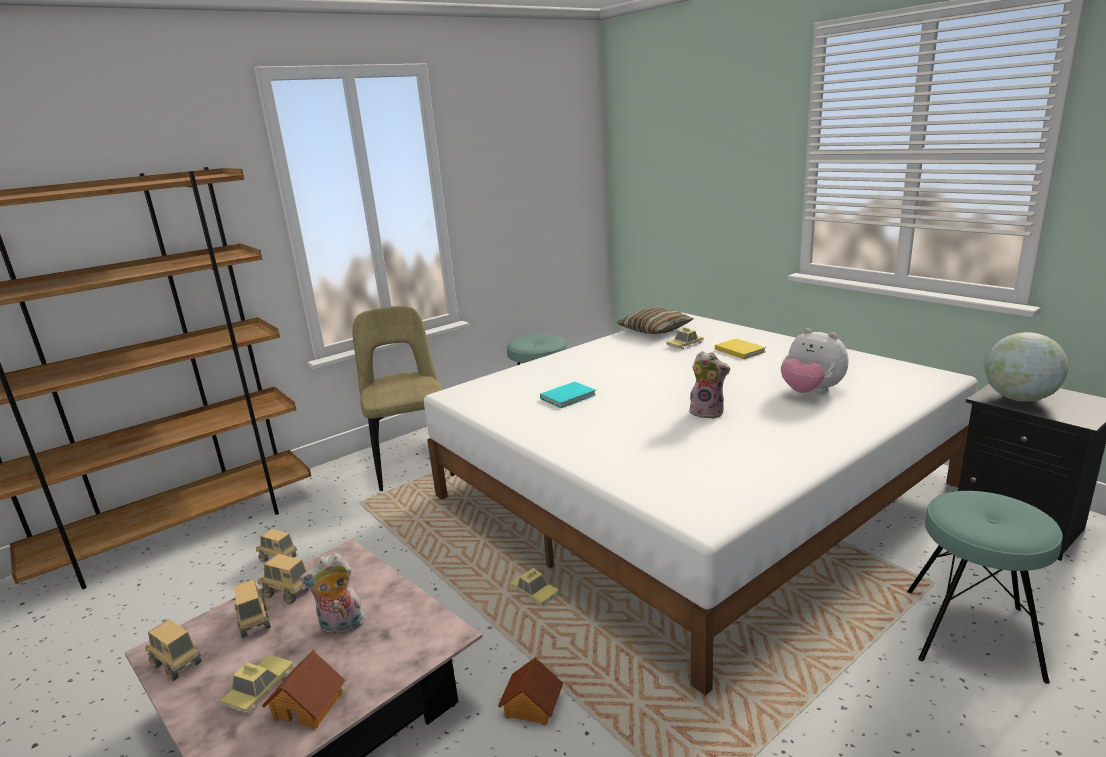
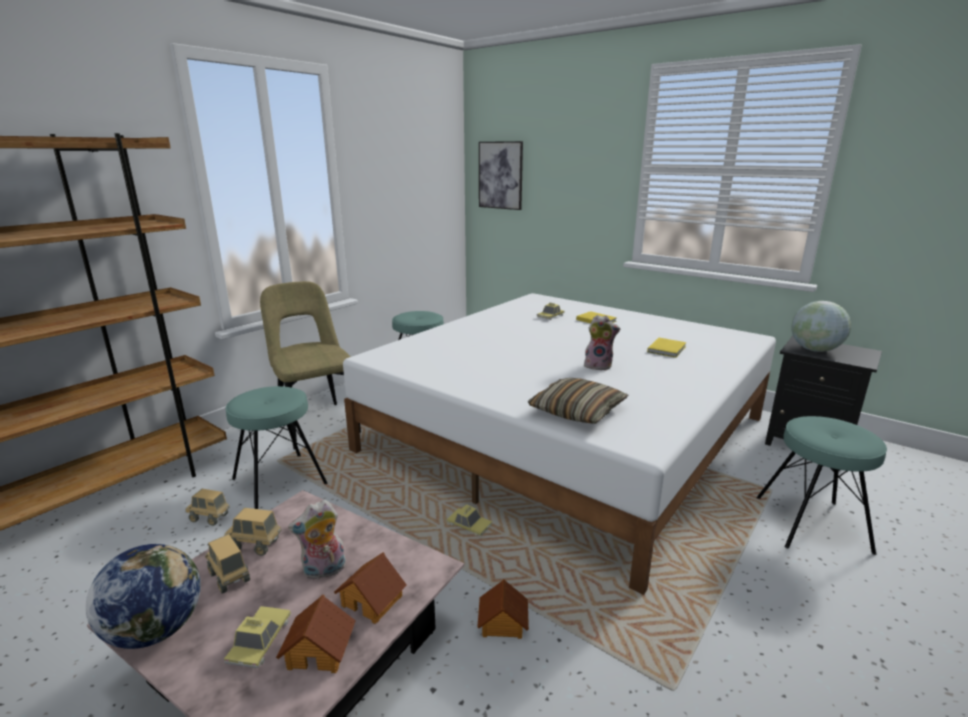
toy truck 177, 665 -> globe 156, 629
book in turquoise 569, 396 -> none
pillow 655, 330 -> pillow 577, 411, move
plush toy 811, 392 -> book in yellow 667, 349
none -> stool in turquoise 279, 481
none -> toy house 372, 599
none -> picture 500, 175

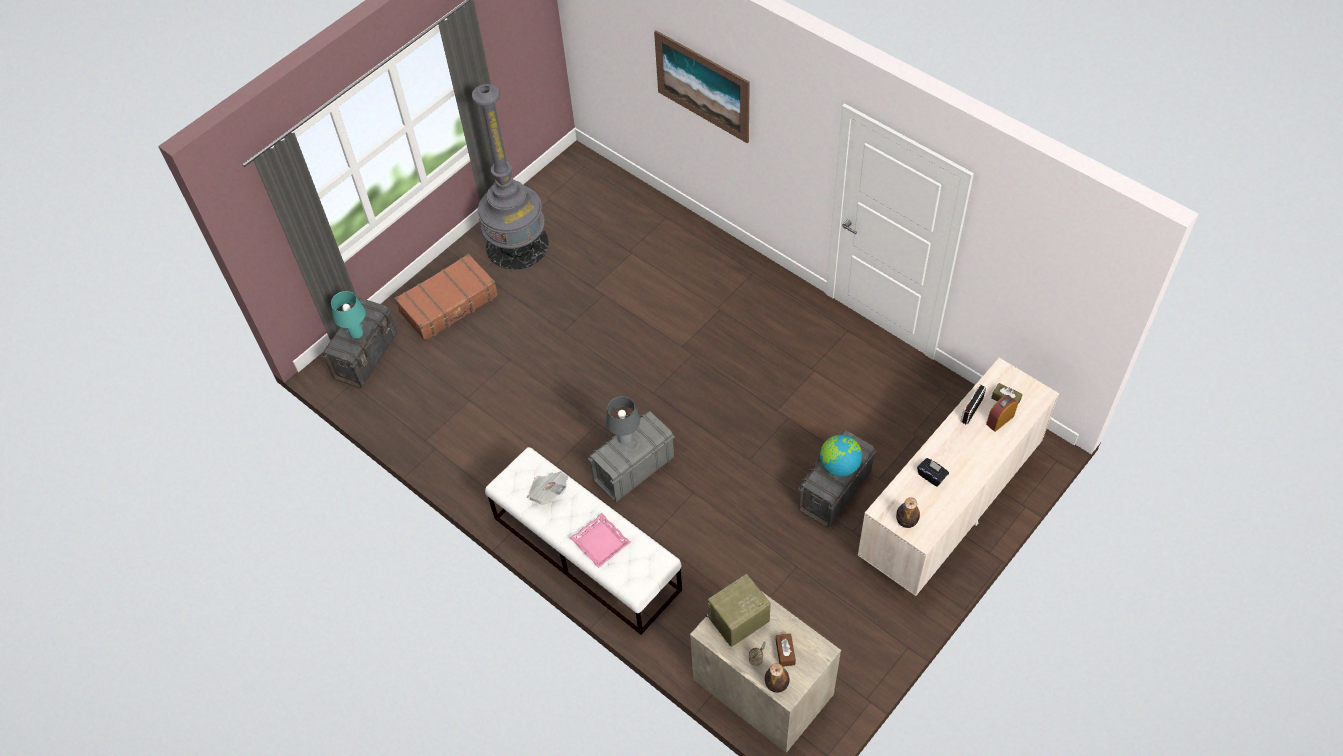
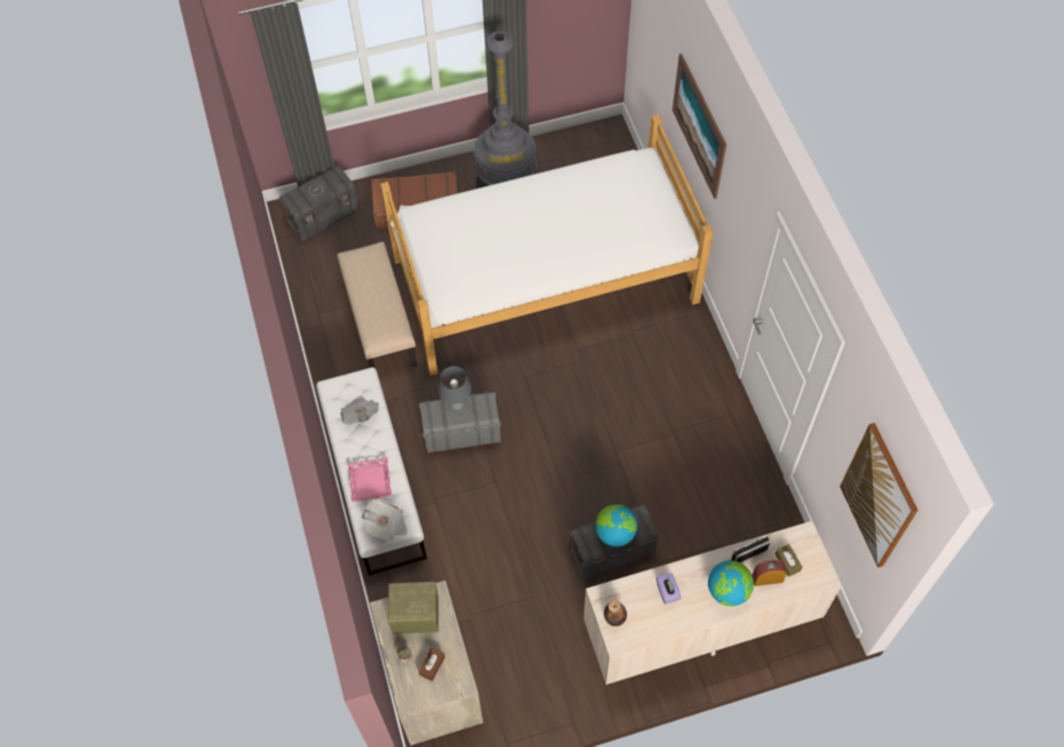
table lamp in turquoise 356, 334 -> none
bottle 776, 684 -> none
tissue box in black 931, 476 -> tissue box in purple 667, 592
none -> bench in beige 381, 323
none -> newspaper 386, 525
none -> bed 545, 280
none -> globe 728, 591
none -> picture 878, 496

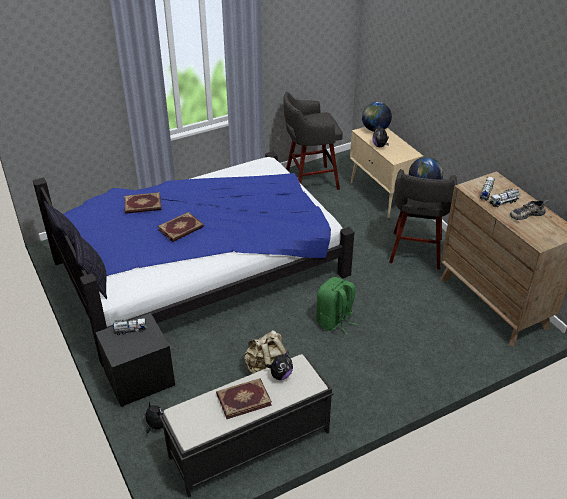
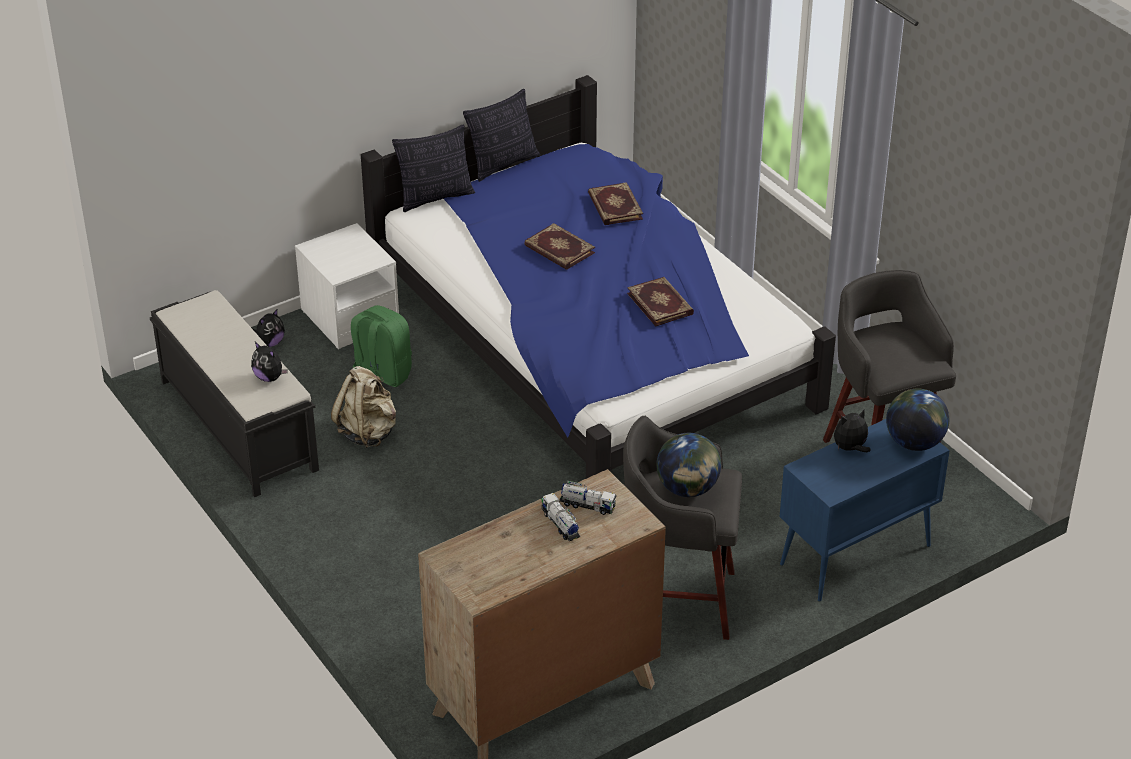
nightstand in black 139, 379 -> nightstand in white 350, 318
toy truck 130, 330 -> none
book 243, 399 -> book 661, 303, move
backpack in green 335, 321 -> backpack in green 380, 375, move
cabinet in beige 381, 196 -> cabinet in blue 854, 556
shoe 527, 214 -> none

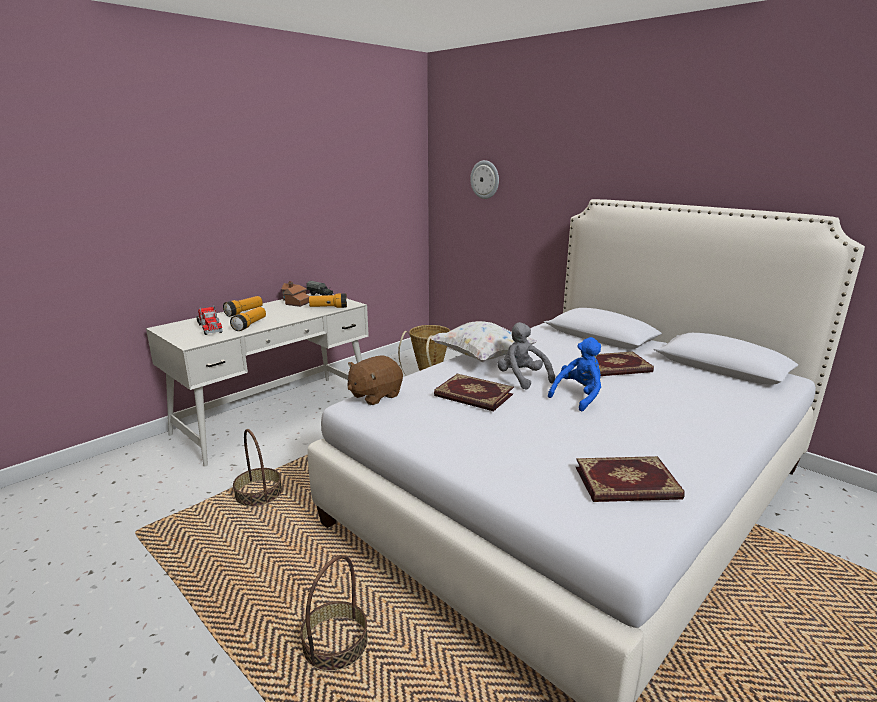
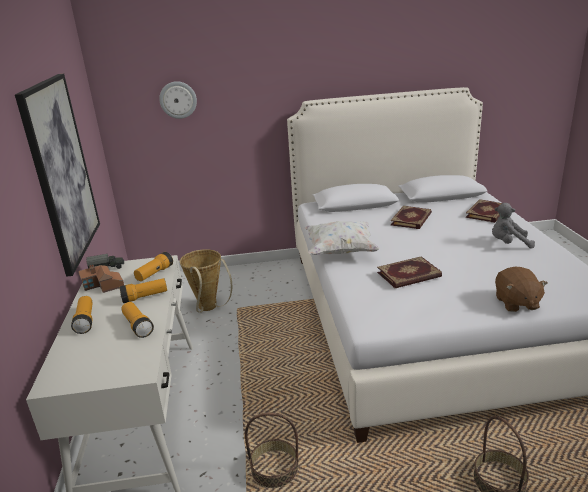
toy truck 209, 327 -> none
plush toy in brown 374, 395 -> plush toy in brown 516, 303, move
plush toy in grey 522, 378 -> plush toy in grey 508, 244, move
plush toy in blue 578, 396 -> none
book 627, 484 -> book 487, 213, move
none -> picture 61, 171
none -> flashlight 145, 297

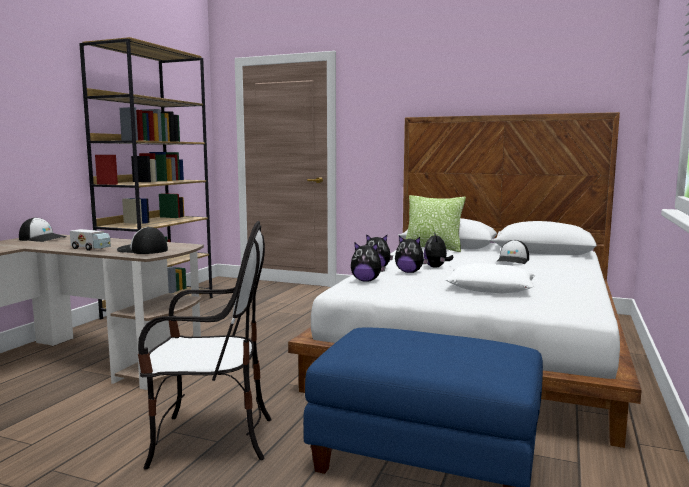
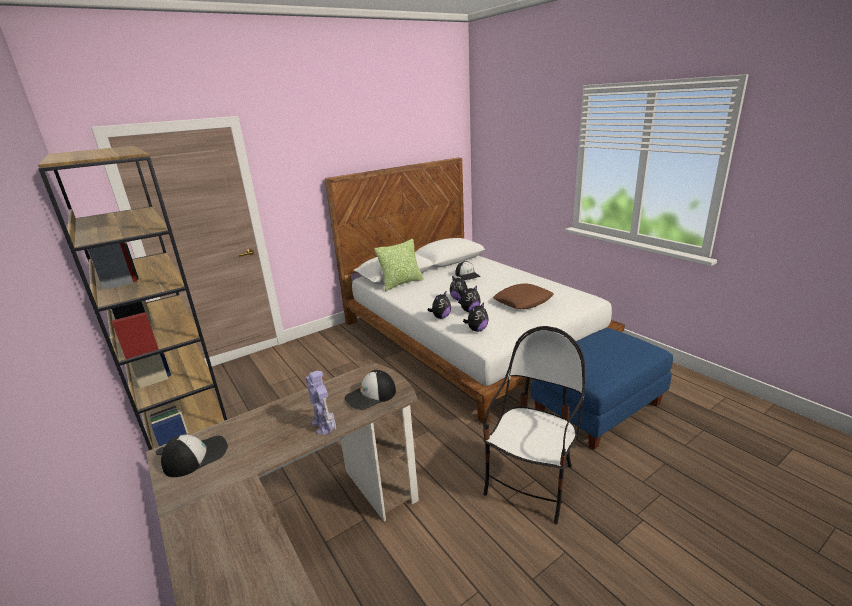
toy truck 91, 248 -> toy robot 323, 425
pillow in white 491, 287 -> pillow in brown 523, 301

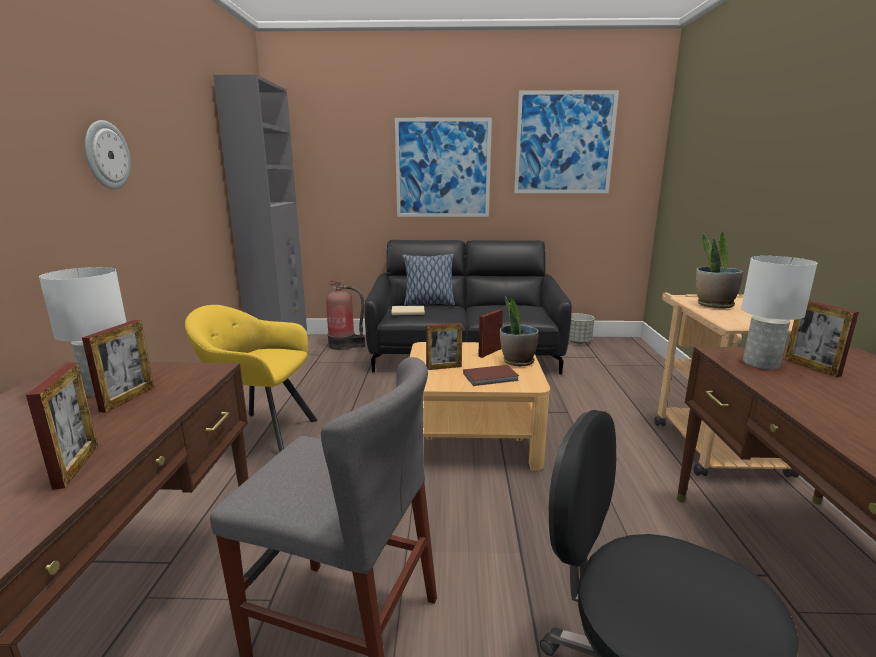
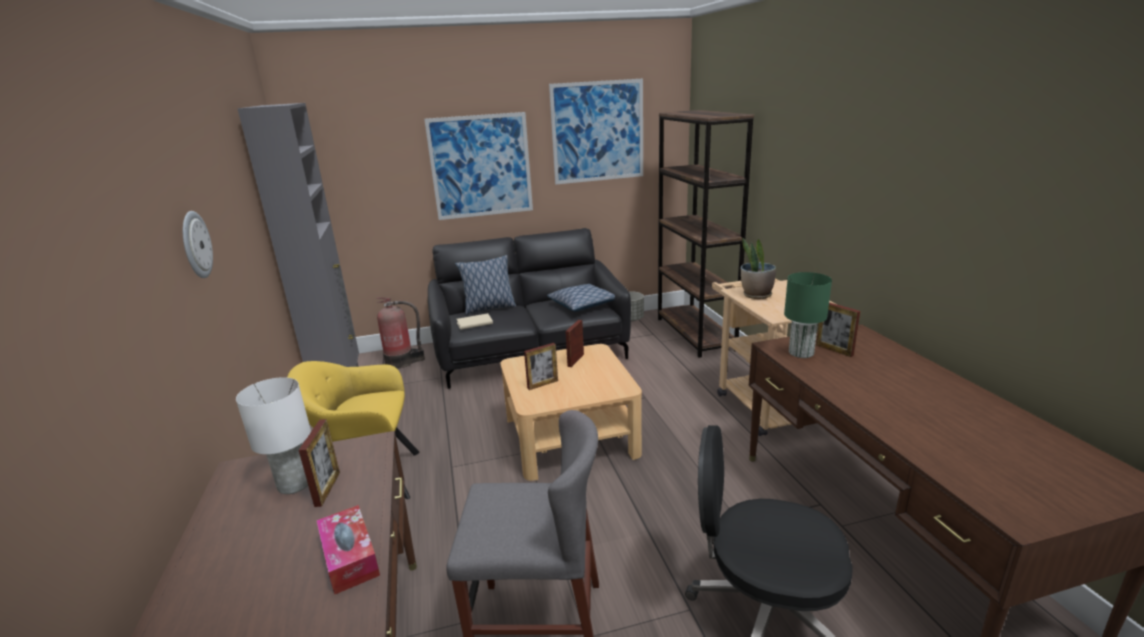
picture frame 76, 466 -> tissue box 350, 557
book in brown 491, 377 -> none
potted plant 517, 361 -> none
table lamp in white 759, 363 -> table lamp in green 800, 353
none -> pillow 582, 304
none -> bookcase in brown 695, 334

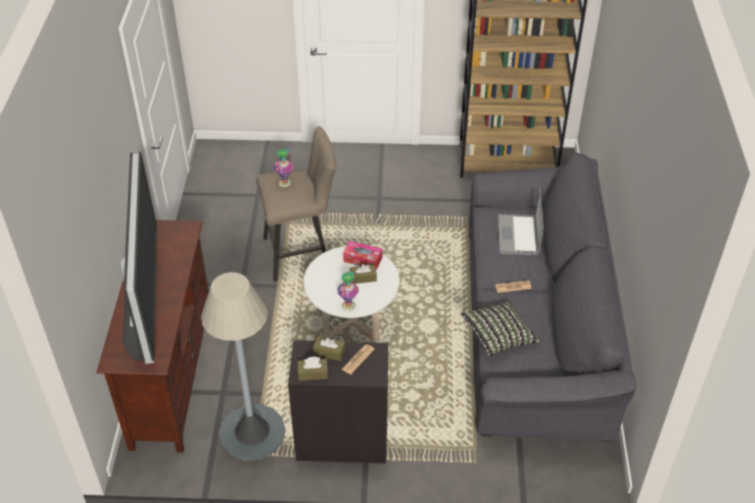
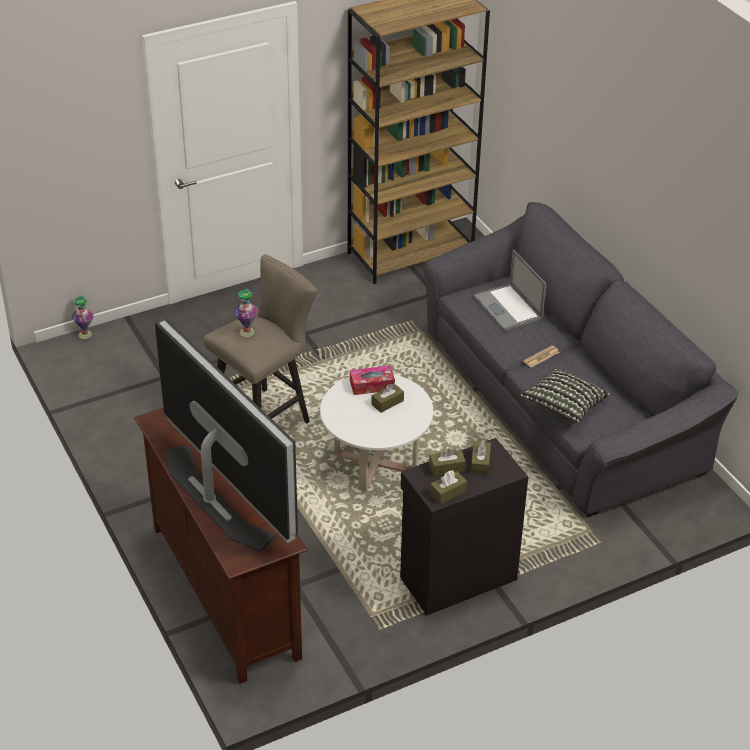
floor lamp in grey 252, 432 -> none
vase 348, 305 -> vase 84, 334, move
newspaper 358, 359 -> tissue box in brown 480, 463

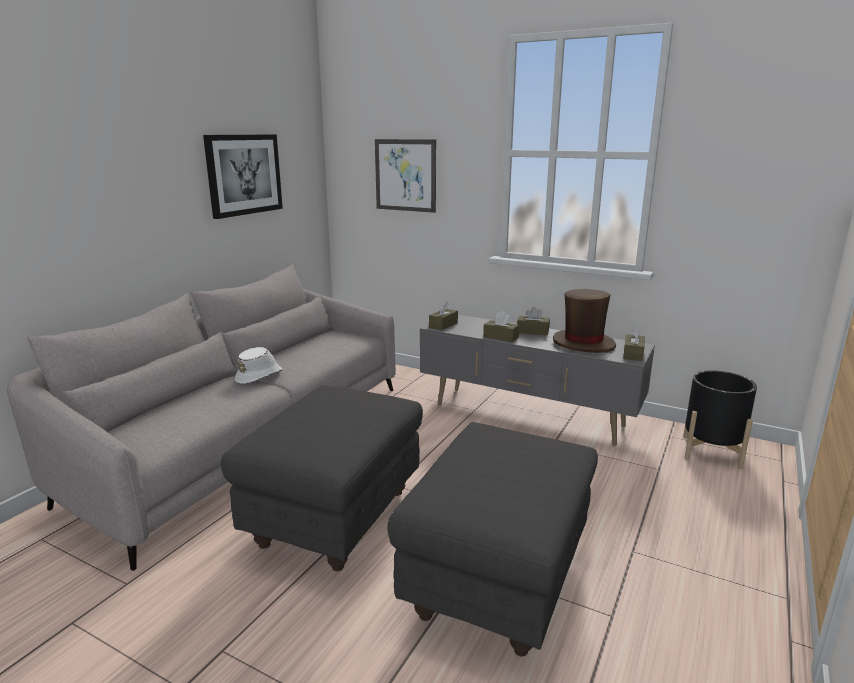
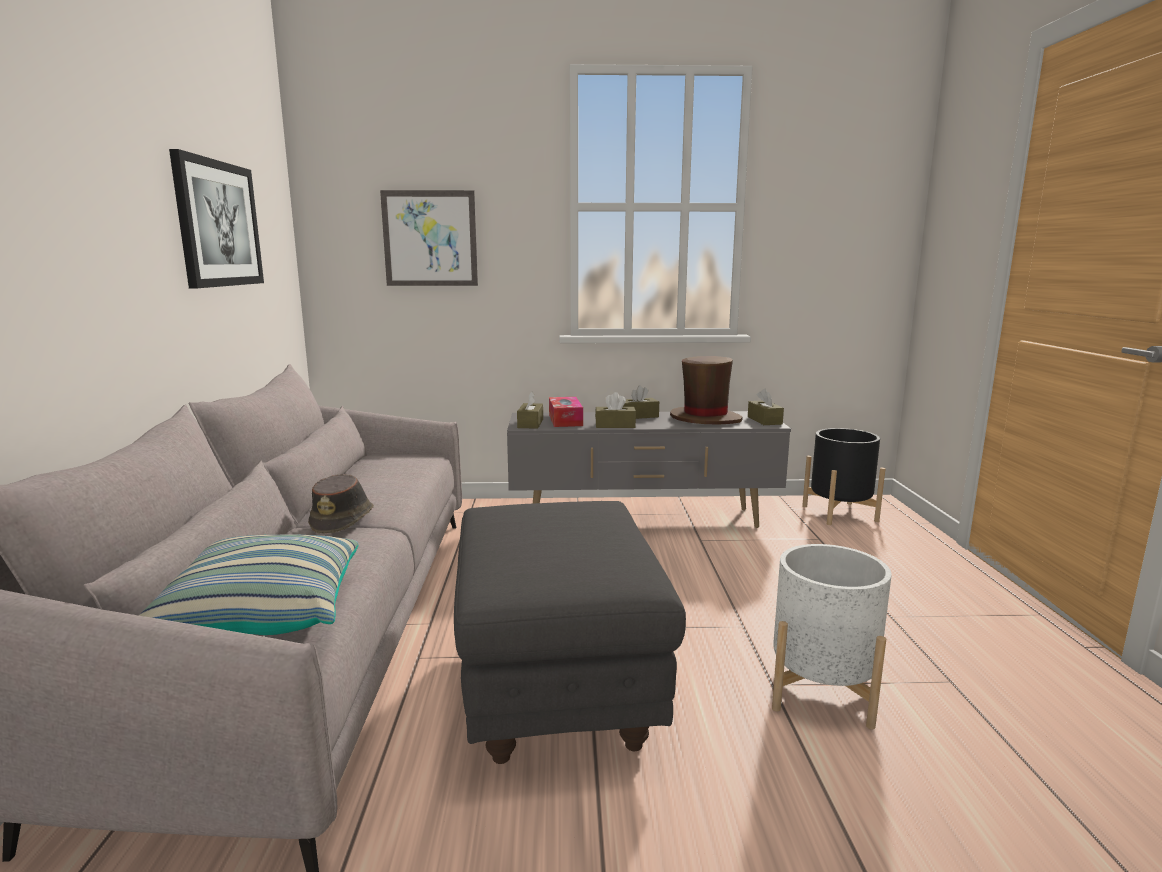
hat in white 259, 376 -> hat in brown 343, 520
ottoman in grey 498, 583 -> planter in white 821, 691
none -> pillow 259, 615
none -> tissue box 565, 420

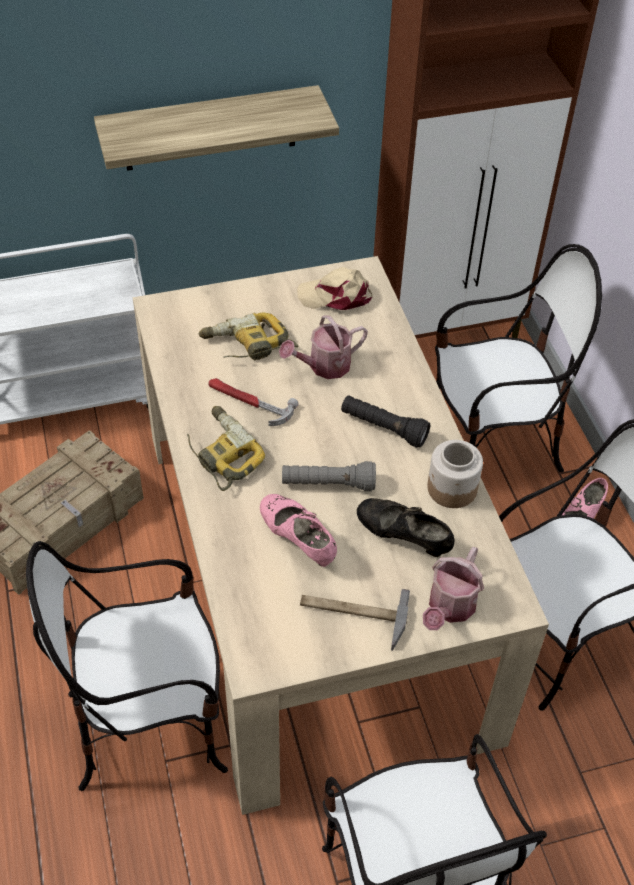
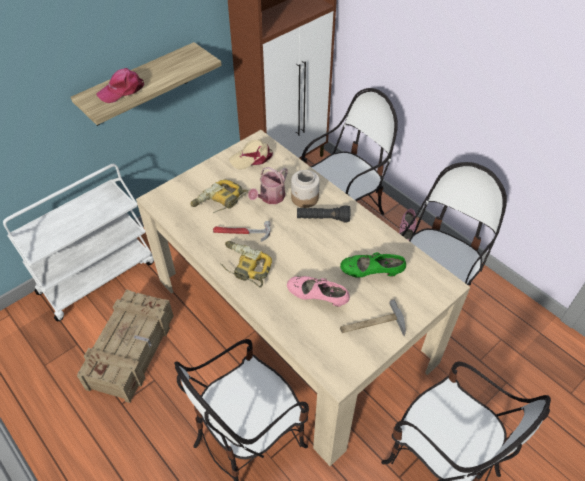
flashlight in grey 328, 484 -> none
shoe in black 403, 539 -> shoe in green 371, 273
watering can 449, 608 -> none
jar 451, 489 -> jar 304, 198, move
none -> cap in pink 122, 90

